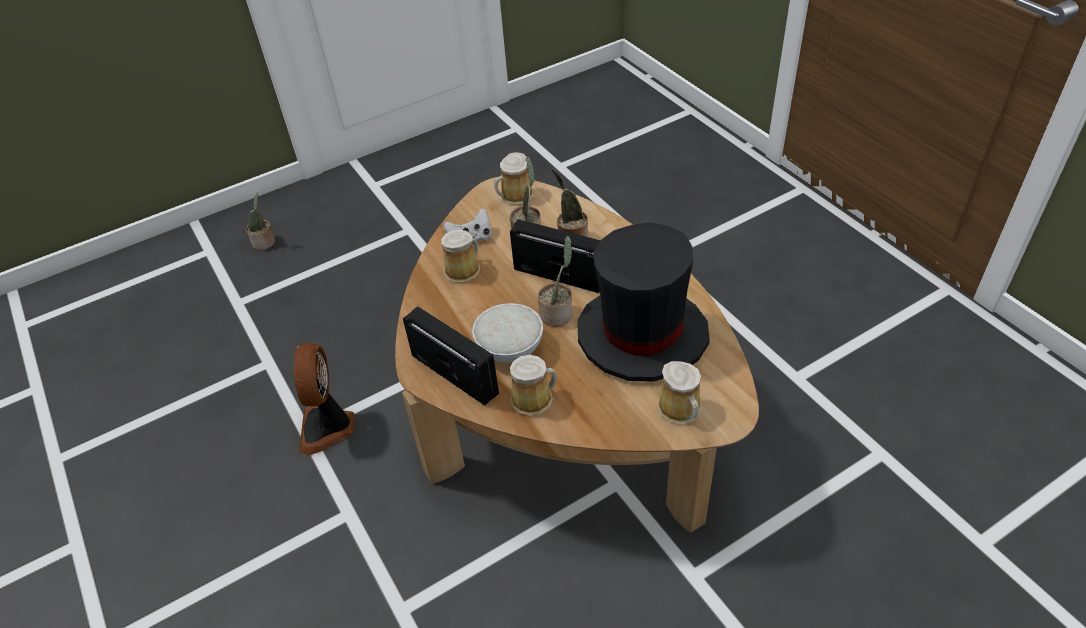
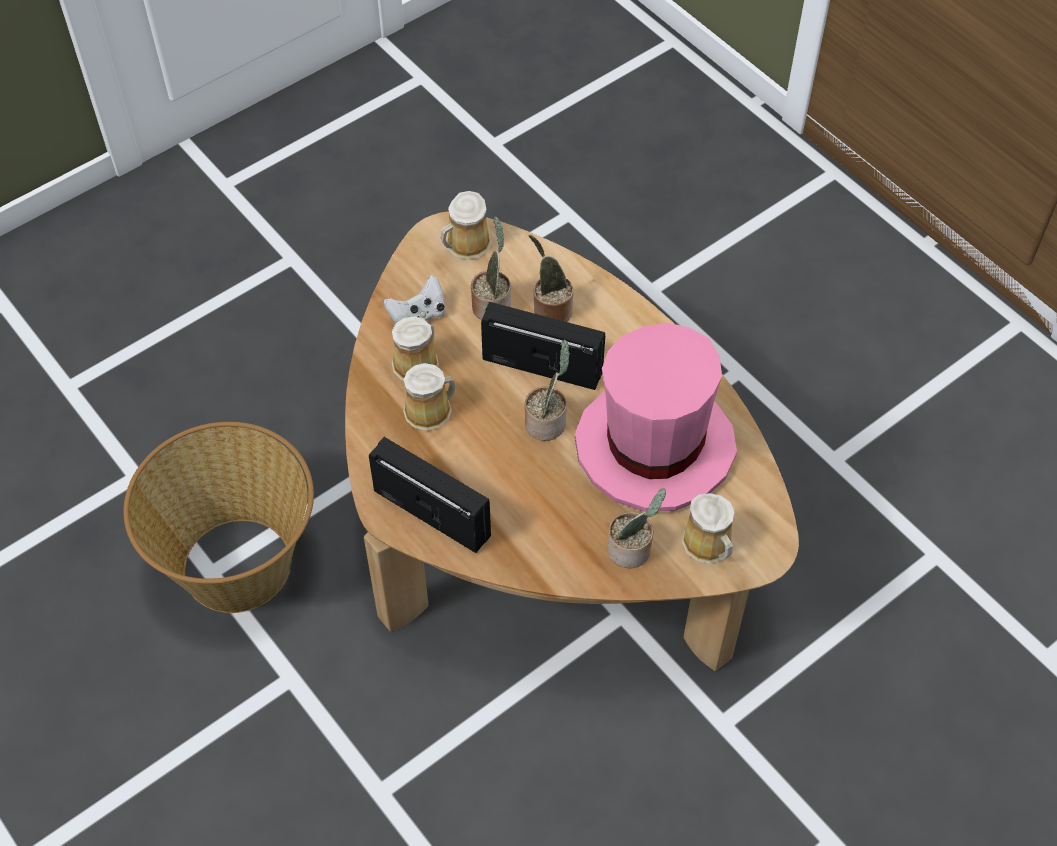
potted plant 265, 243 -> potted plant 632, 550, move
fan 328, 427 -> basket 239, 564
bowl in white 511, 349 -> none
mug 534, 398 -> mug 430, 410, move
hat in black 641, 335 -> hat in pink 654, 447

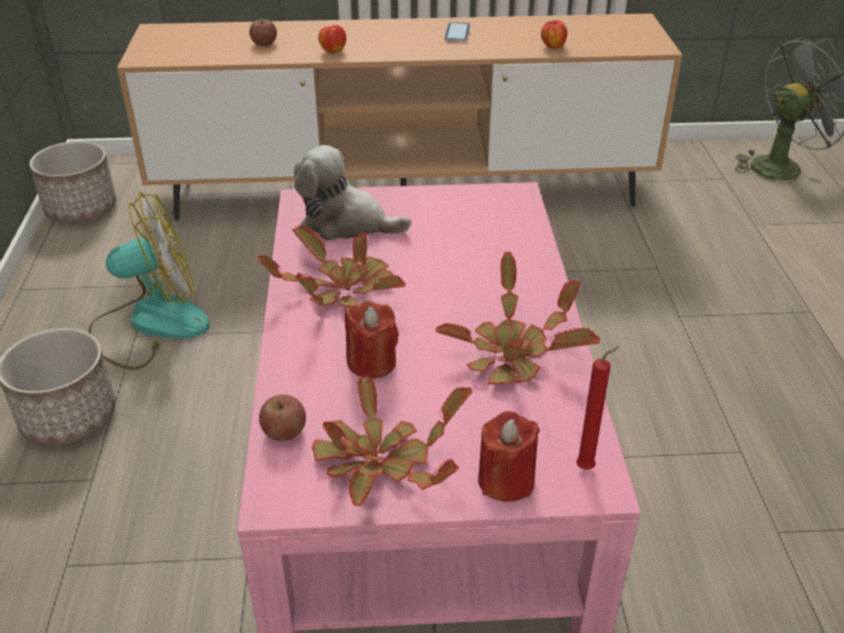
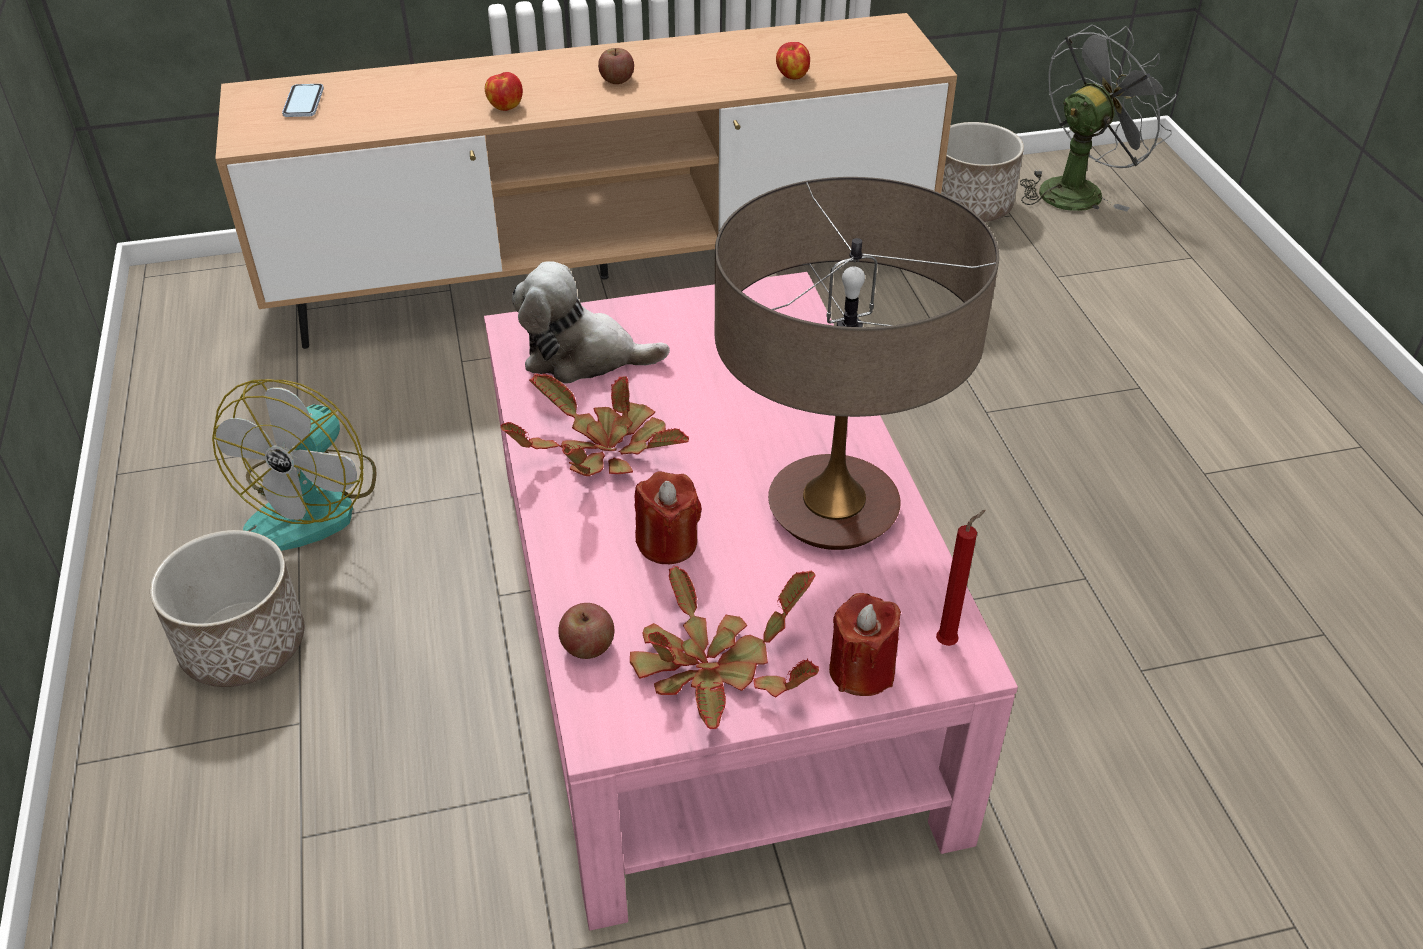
planter 82, 209 -> planter 969, 205, move
fan 150, 324 -> fan 314, 503, 135 degrees clockwise
apple 264, 43 -> apple 617, 80, move
potted plant 513, 353 -> table lamp 833, 510
phone 457, 34 -> phone 303, 102, move

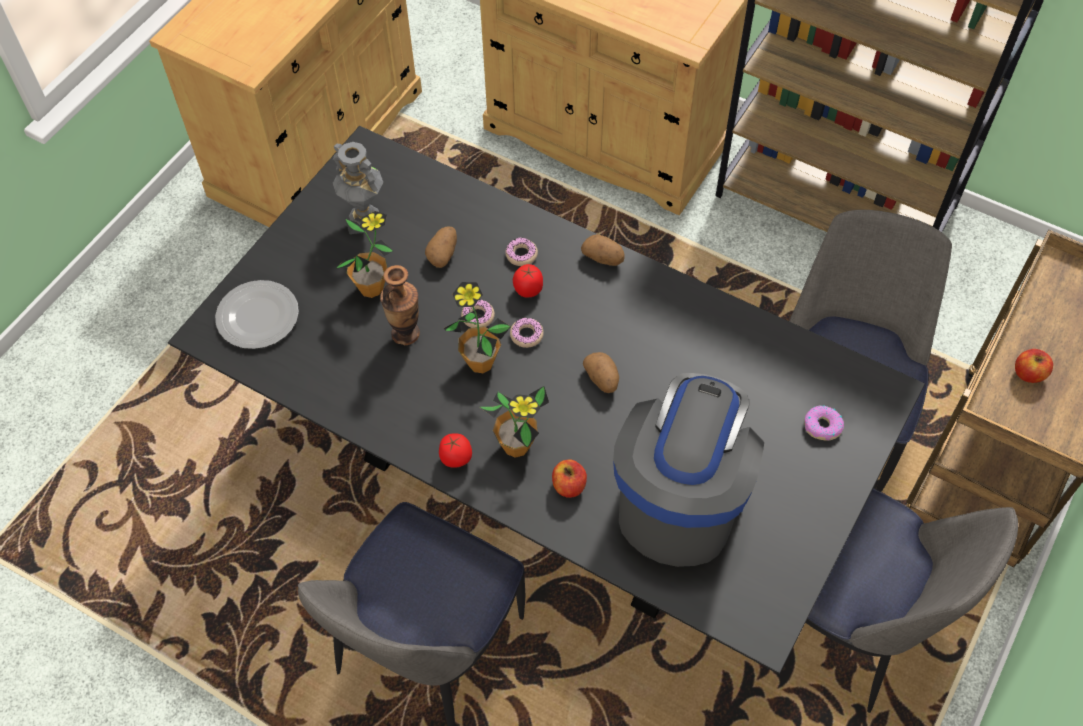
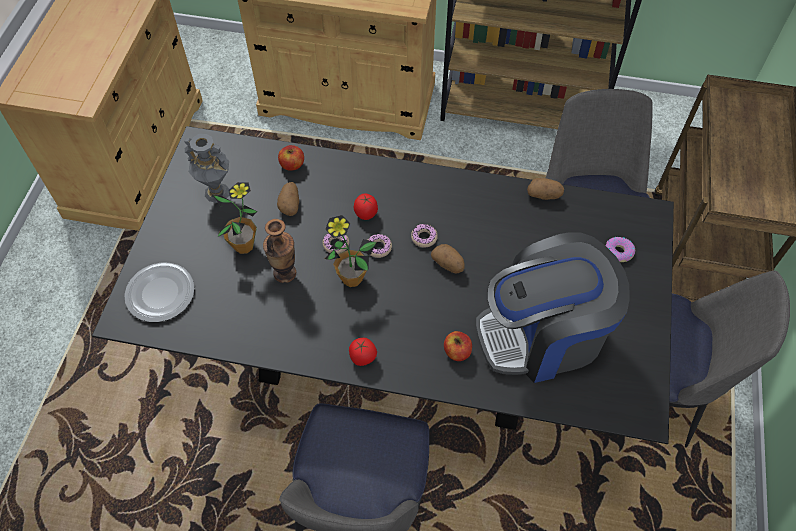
potted plant 516, 446 -> none
donut 521, 255 -> donut 424, 238, move
potato 603, 258 -> potato 544, 195, move
coffee machine 681, 498 -> coffee machine 543, 335, 105 degrees counterclockwise
apple 1028, 373 -> apple 292, 165, move

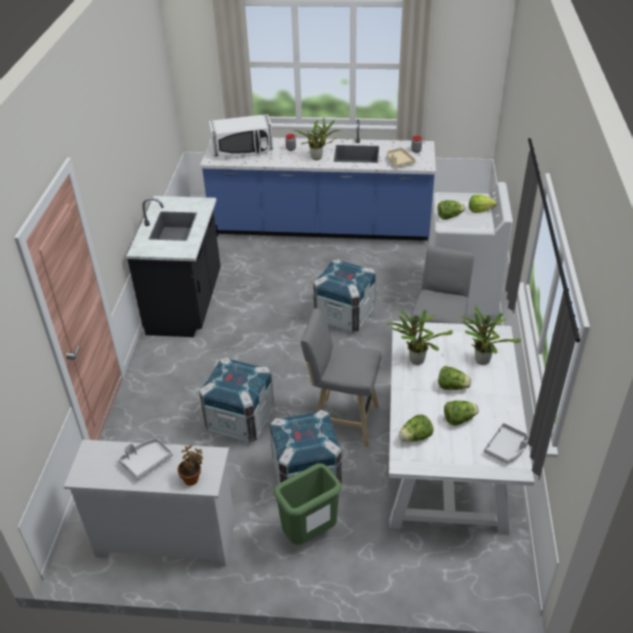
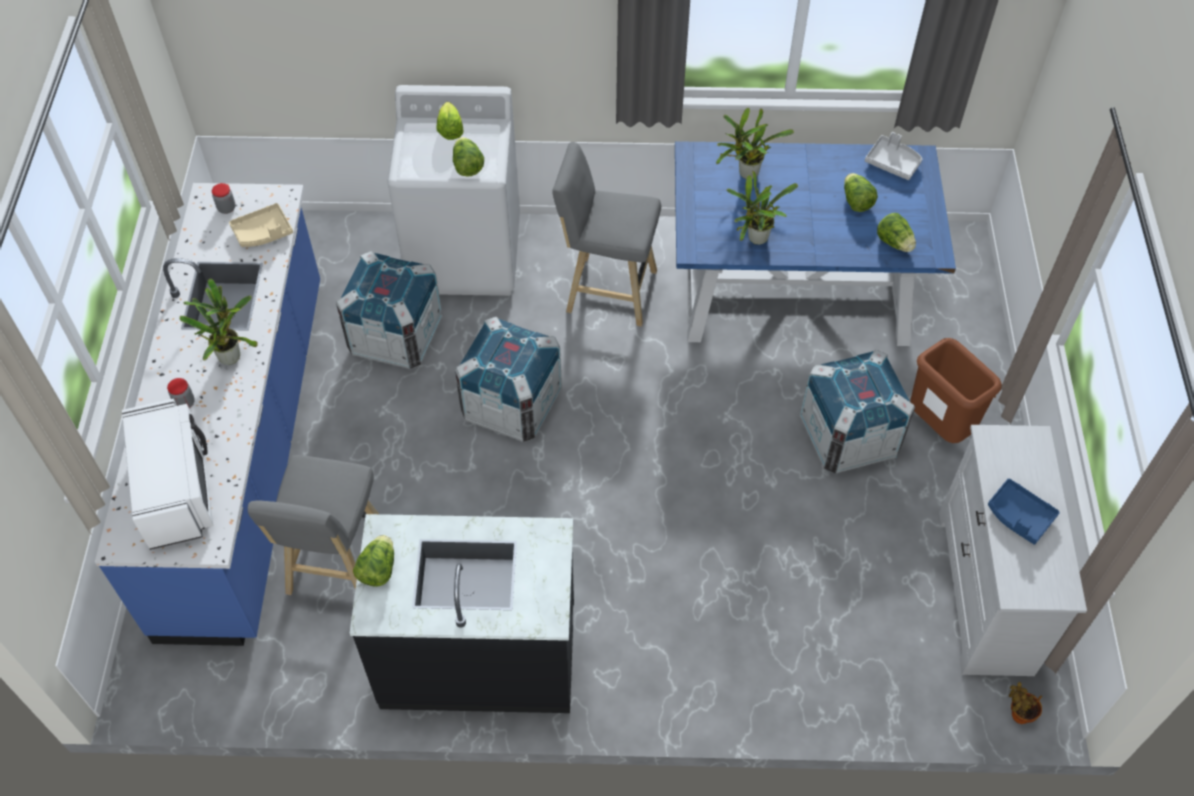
tray in grey 146, 461 -> tray in blue 1019, 516
potted plant 192, 478 -> potted plant 1018, 714, move
crate 240, 420 -> crate 396, 336, move
trash can in green 310, 534 -> trash can in brown 939, 427
stool in grey 342, 421 -> stool in grey 337, 567, move
dining table in white 445, 458 -> dining table in blue 793, 287
lettuce 452, 387 -> lettuce 378, 569, move

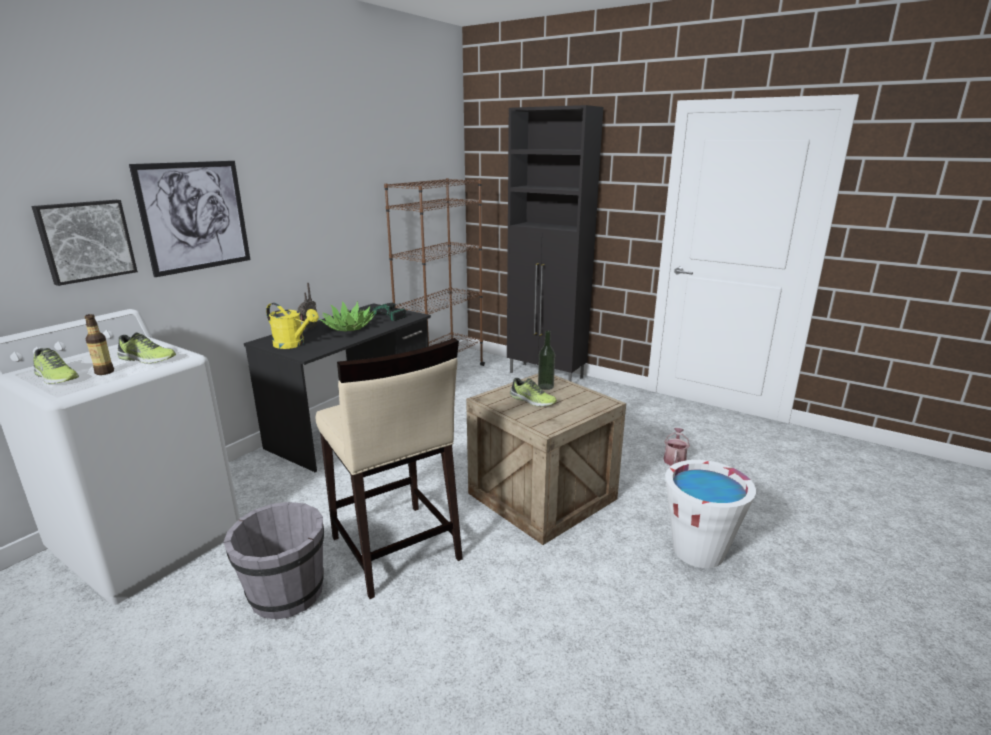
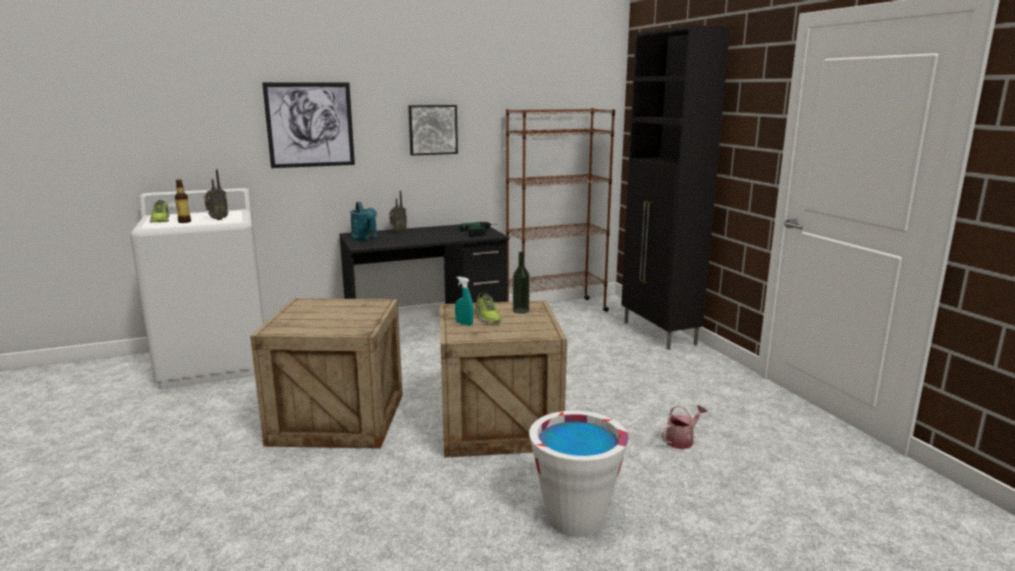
picture 86, 240 -> picture 432, 129, move
shoe 146, 359 -> radio 217, 219
bucket in grey 286, 593 -> none
watering can in yellow 293, 345 -> watering can in turquoise 366, 239
stool in beige 395, 549 -> crate 337, 419
potted plant 348, 327 -> none
none -> spray bottle in turquoise 464, 324

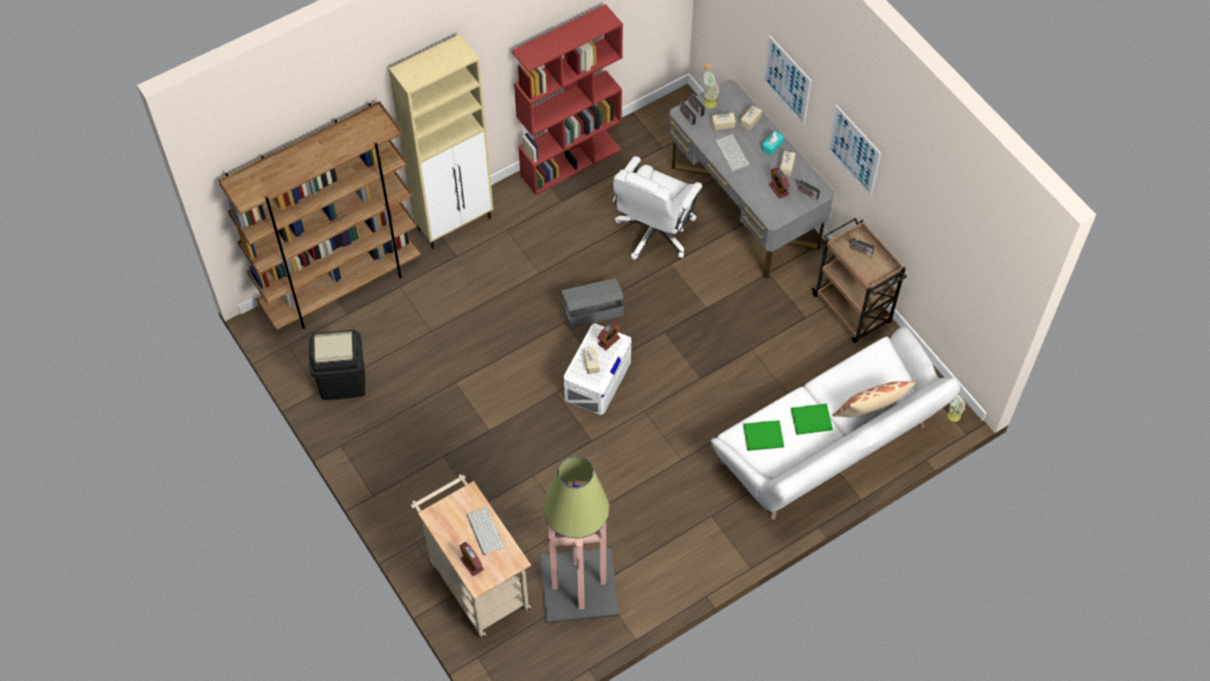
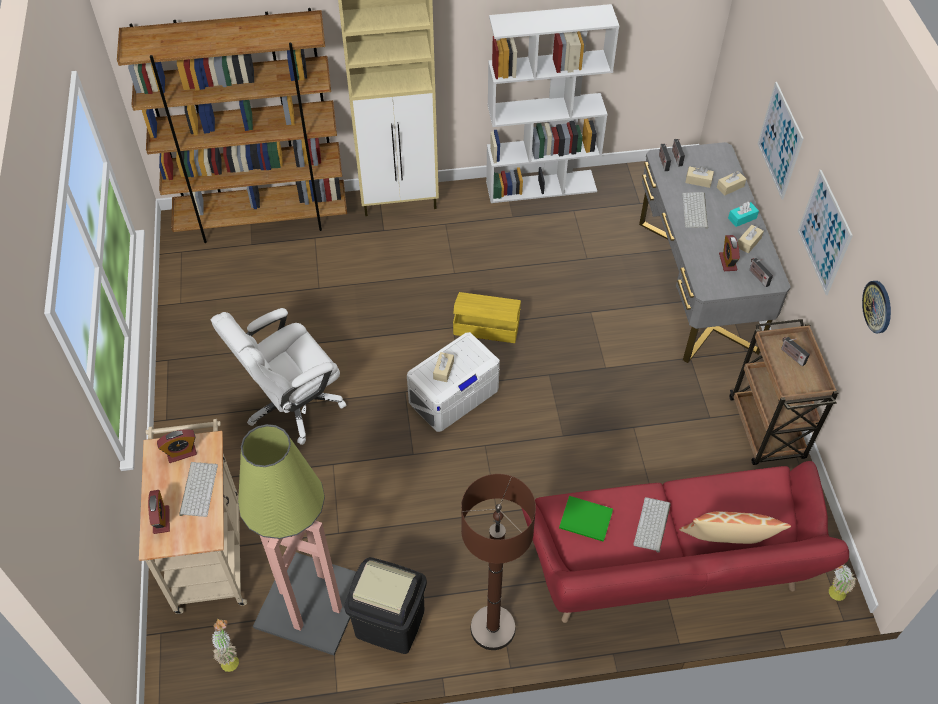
trash can in black 343, 382 -> trash can in black 389, 624, move
bookcase in red 571, 162 -> bookcase in white 541, 186
storage box in grey 592, 310 -> storage box in yellow 486, 327
alarm clock 608, 341 -> alarm clock 181, 453, move
office chair in white 654, 232 -> office chair in white 292, 404, move
potted plant 708, 100 -> potted plant 230, 658, move
sofa in white 829, 448 -> sofa in red 669, 568
book in green 812, 420 -> keyboard 652, 525
none -> floor lamp in brown 492, 628
none -> wall clock 878, 306

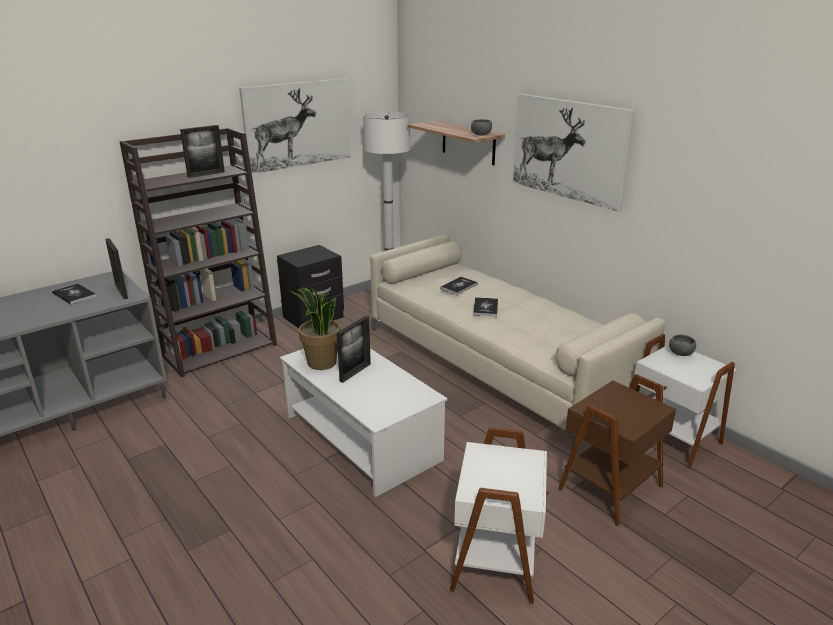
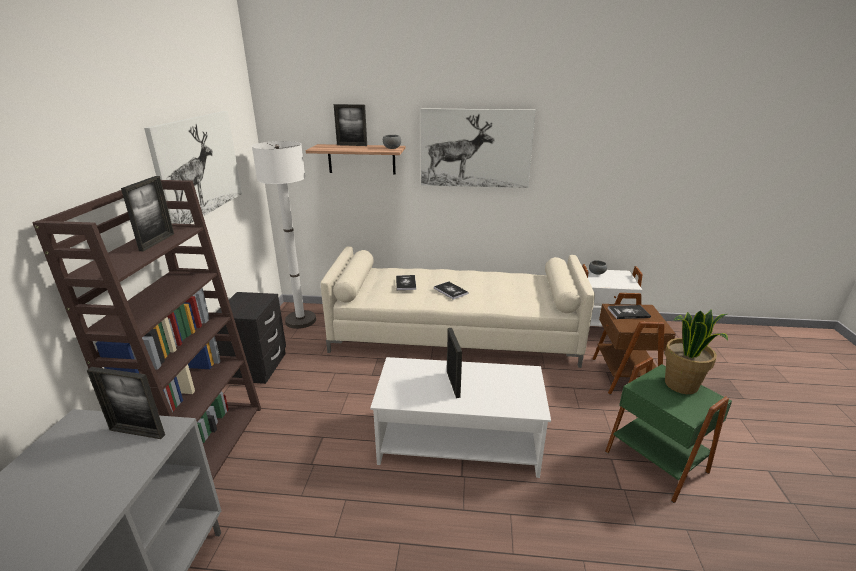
book 74, 295 -> book 628, 313, move
potted plant 321, 363 -> potted plant 681, 385, move
side table in white 497, 559 -> side table in green 657, 461
none -> picture frame 352, 145

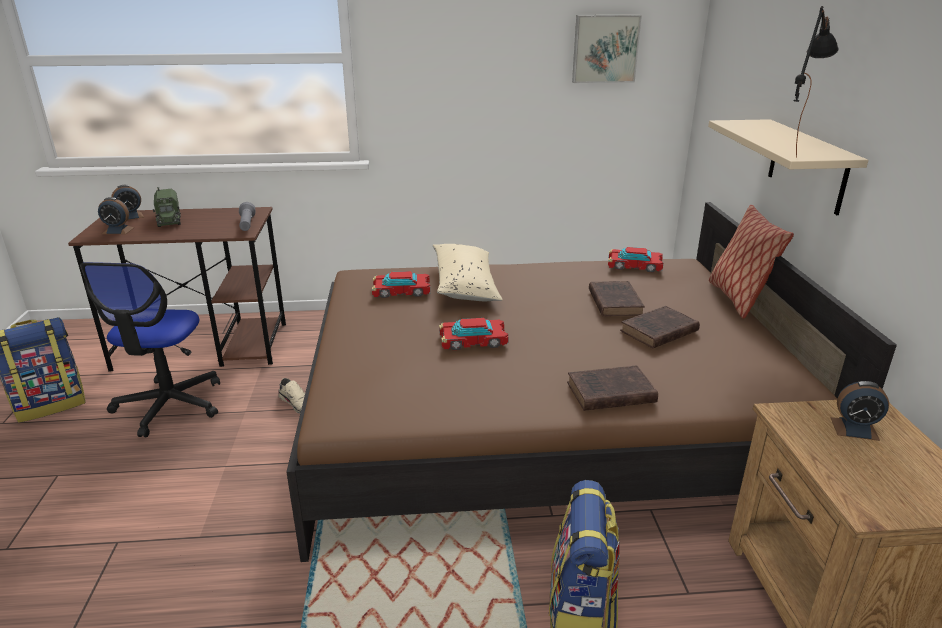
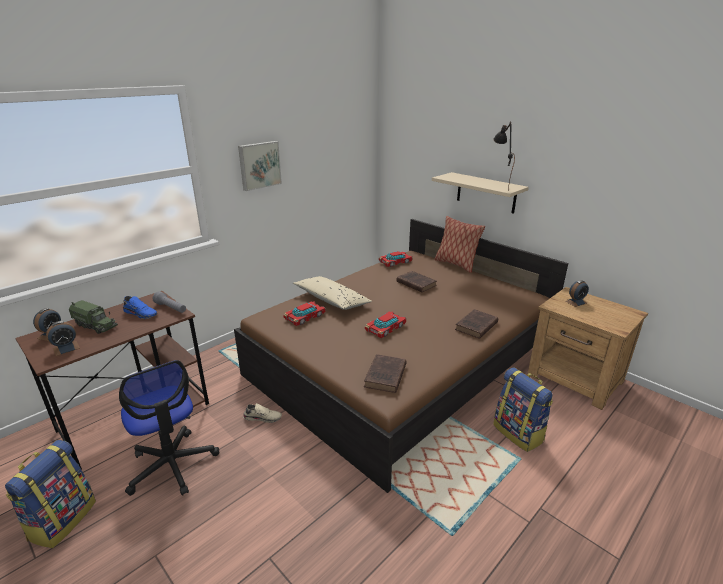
picture 605, 48 -> picture 259, 165, move
book in brown 657, 332 -> book in brown 385, 377, move
none -> shoe in blue 141, 313

